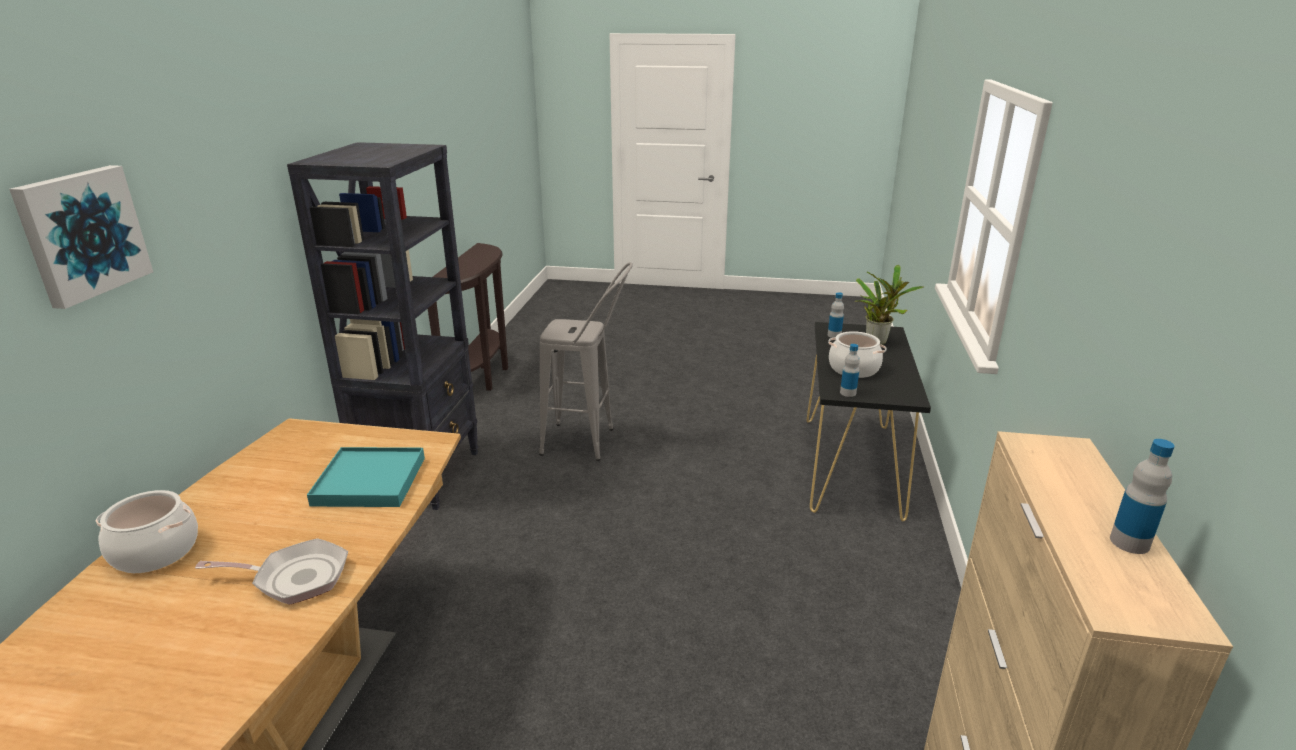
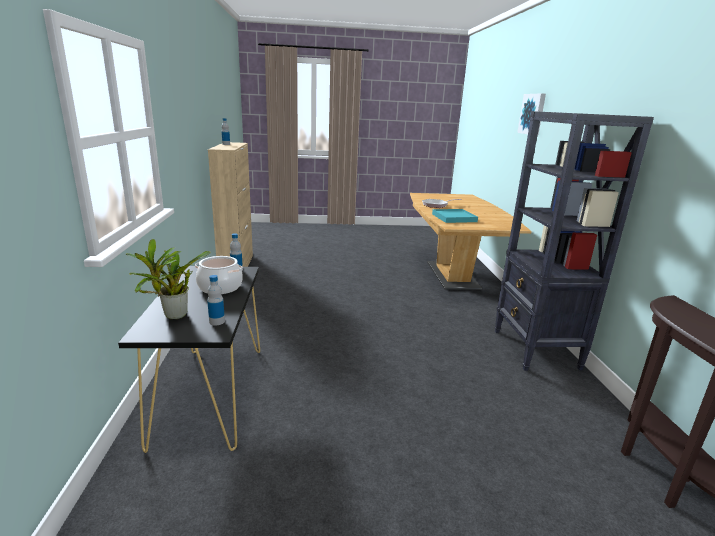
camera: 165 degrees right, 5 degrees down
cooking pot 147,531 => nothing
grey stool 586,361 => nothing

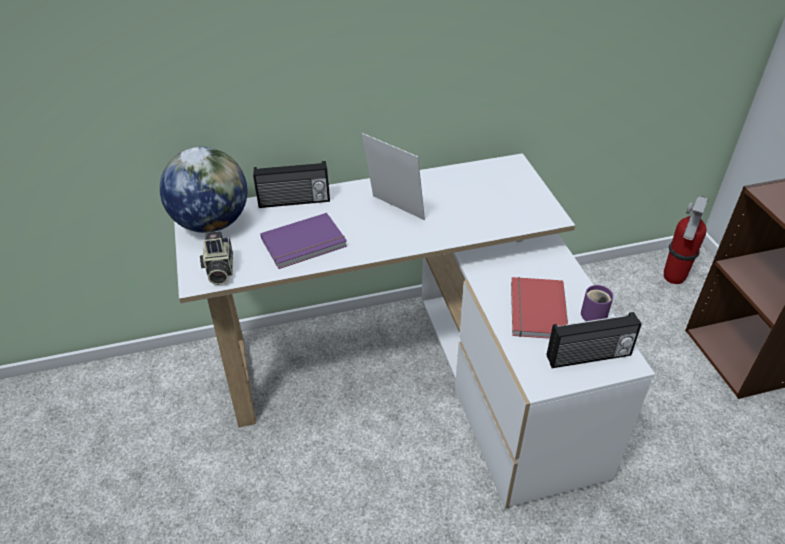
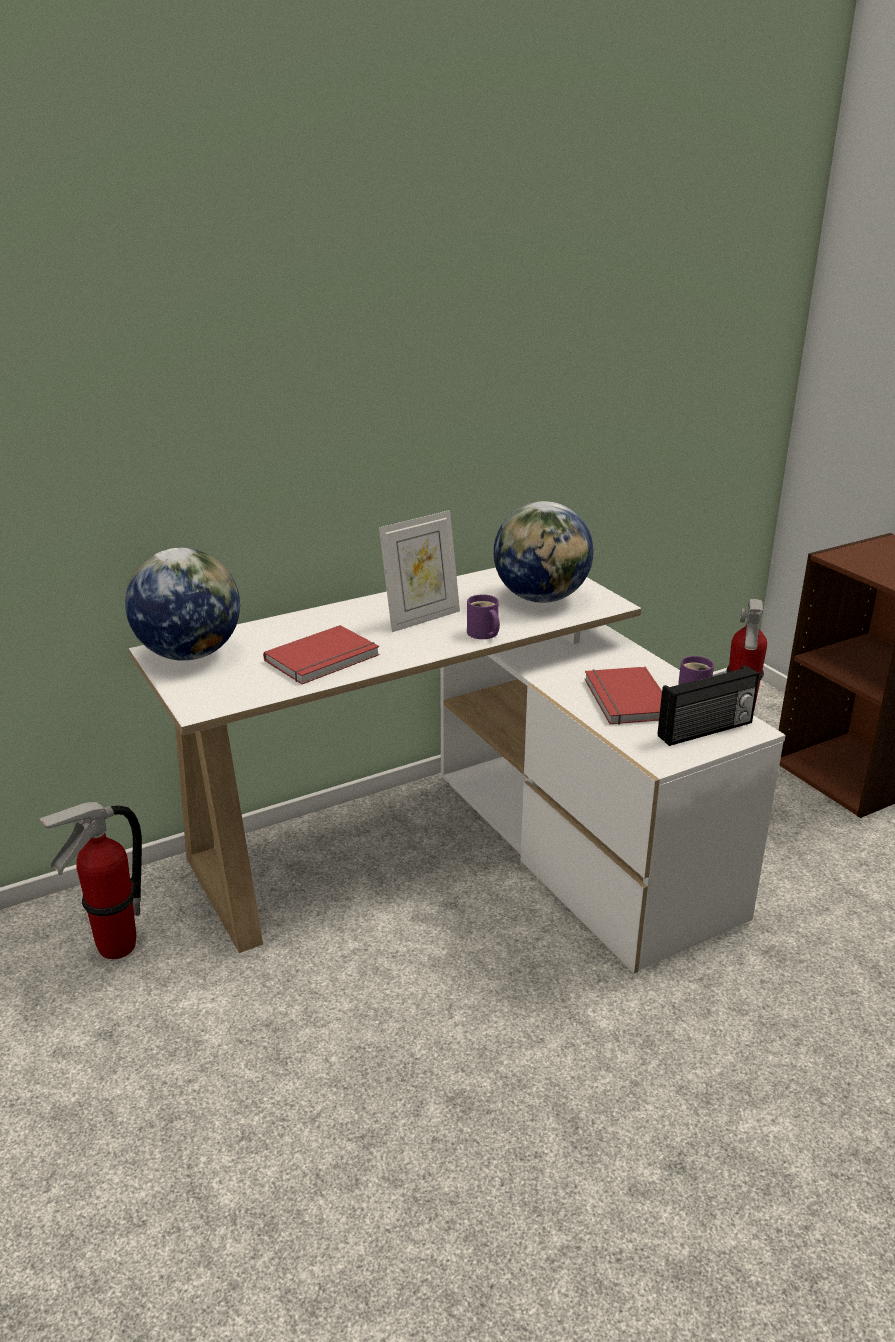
camera: 15 degrees left, 15 degrees down
photo camera 216,258 => nothing
radio 291,184 => nothing
nothing => fire extinguisher 89,880
nothing => purple mug 483,617
nothing => globe 544,552
purple book 303,241 => red book 321,654
picture frame 393,176 => picture frame 419,571, 120 degrees clockwise

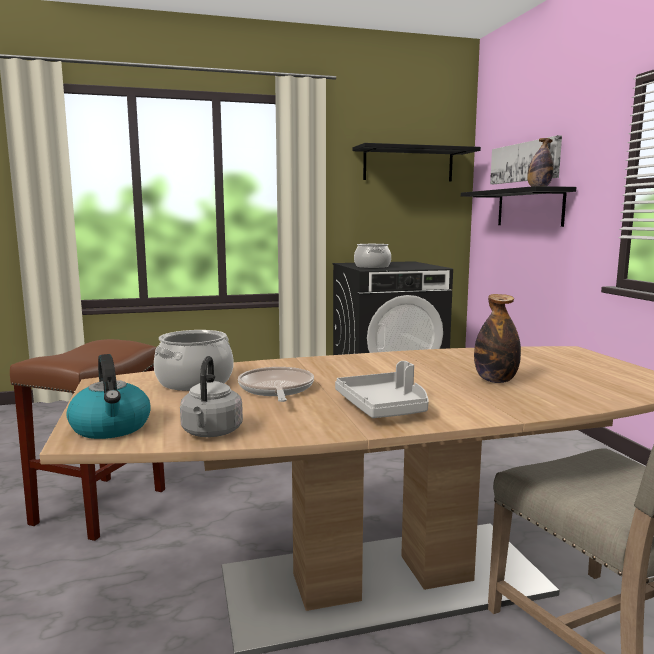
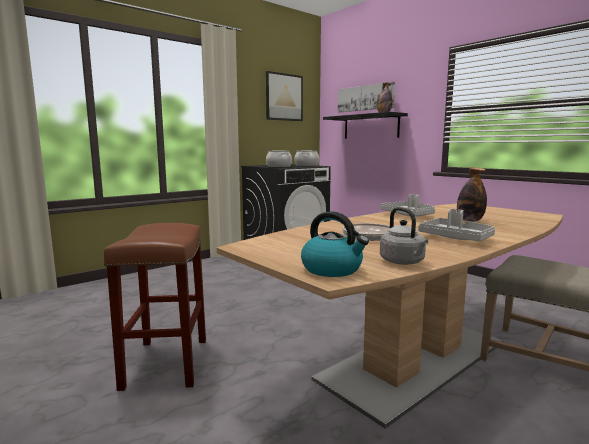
camera: 25 degrees left, 0 degrees up
nothing => grey tray 408,205
cooking pot 194,360 => cooking pot 306,158, moved
black shelf 416,162 => picture 284,96

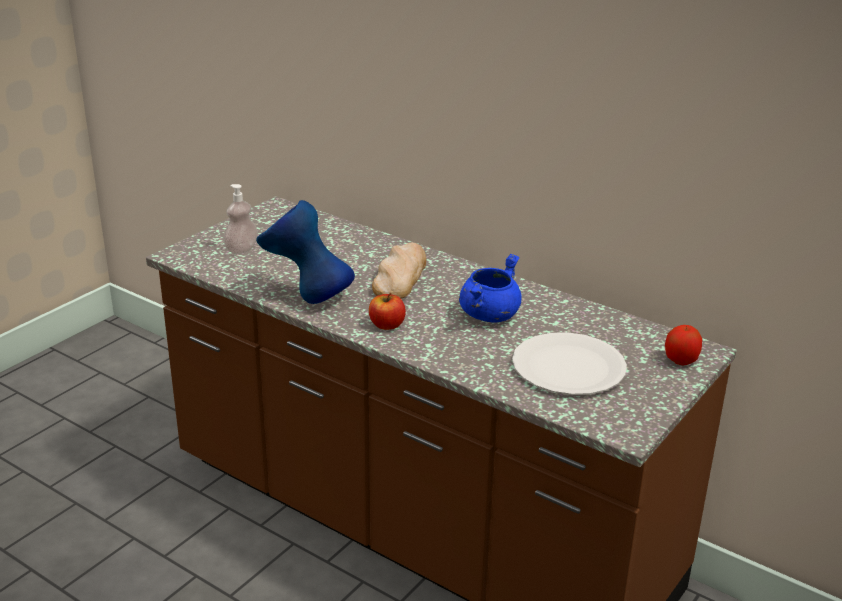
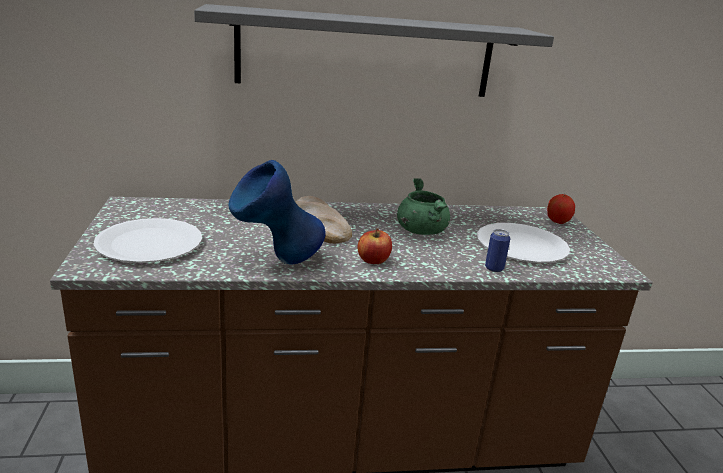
camera: 45 degrees left, 5 degrees down
nothing => grey shelf 374,50
nothing => can 497,250
soap dispenser 241,219 => white plate 147,240
blue cooking pot 490,288 => green cooking pot 423,206

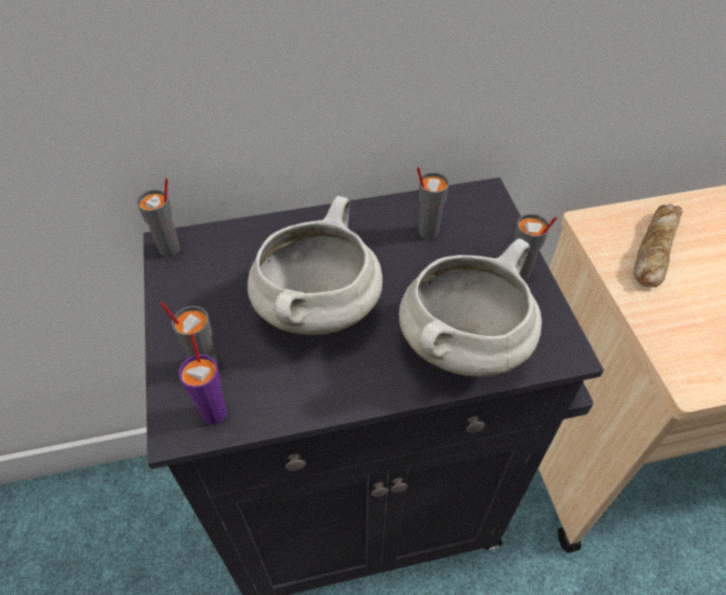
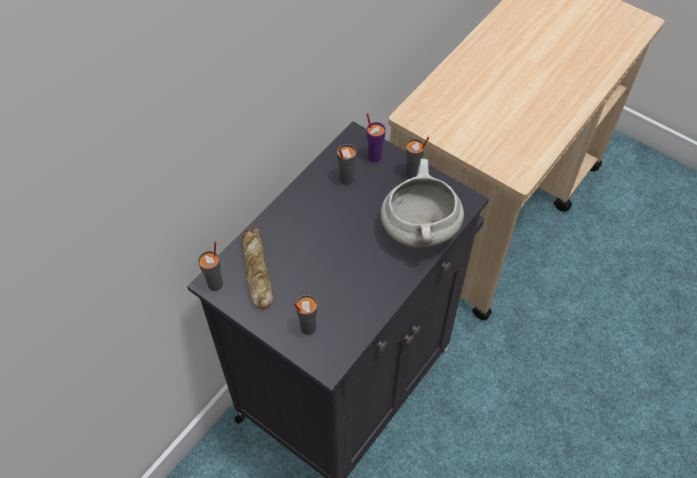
camera: 40 degrees left, 5 degrees up
white cooking pot 315,265 => nothing
purple cup 203,379 => purple cup 376,138, moved
bread 658,245 => bread 258,268, moved

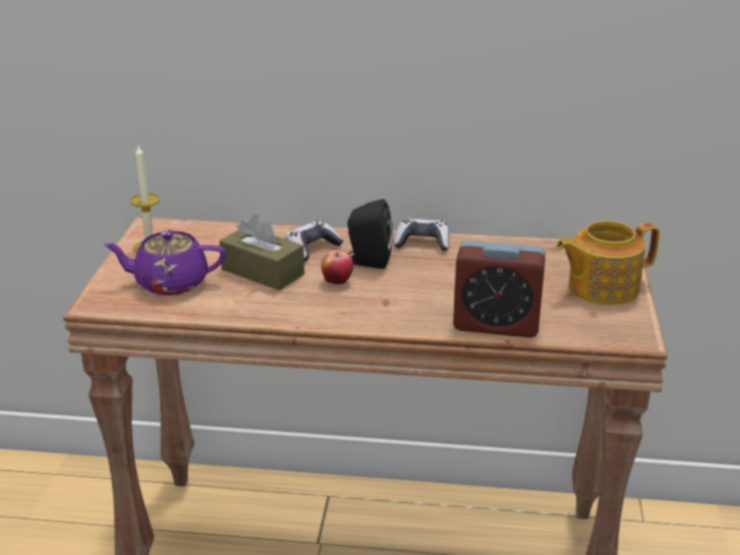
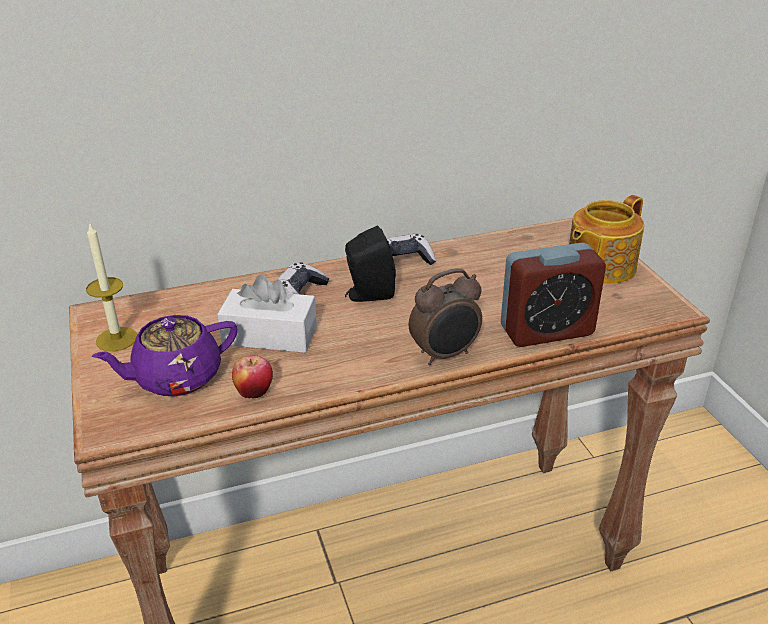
camera: 25 degrees left, 5 degrees up
nothing => alarm clock 445,317
apple 337,267 => apple 252,376, moved
brown tissue box 262,252 => white tissue box 267,313

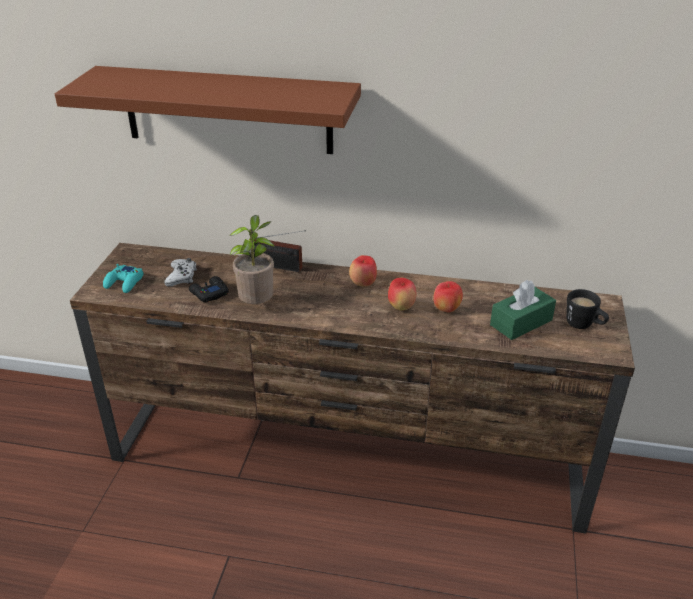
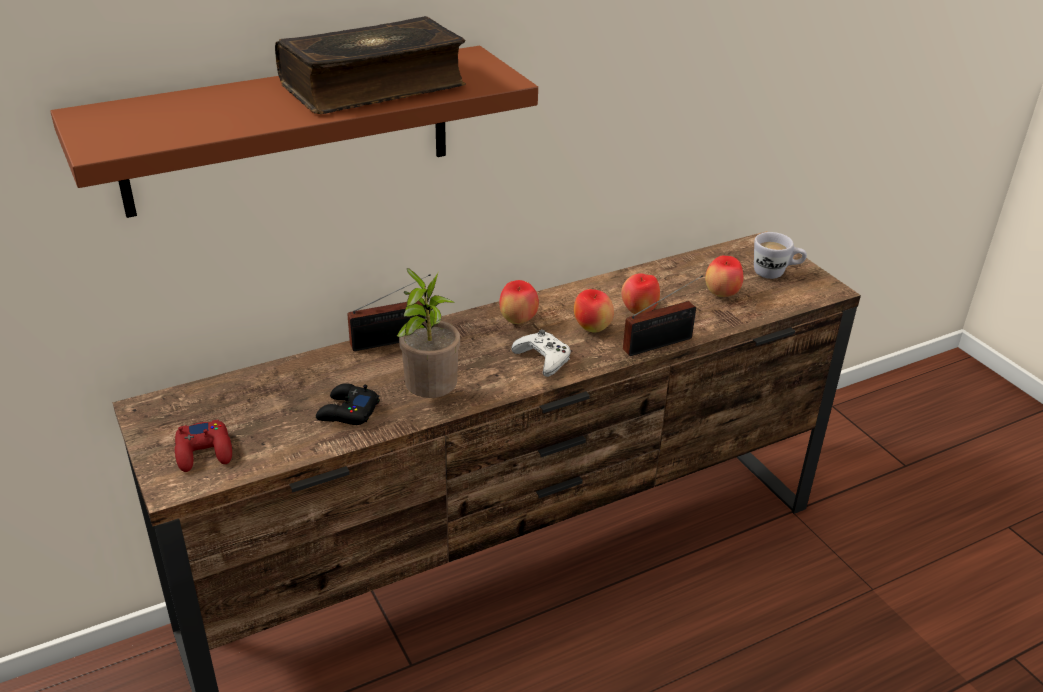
camera: 40 degrees left, 0 degrees up
nothing => book 370,65
nothing => radio 663,315
white game controller 180,272 => white game controller 541,353, moved
green tissue box 523,310 => apple 724,276
turquoise game controller 123,278 => red game controller 203,446
black mug 587,309 => white mug 780,255

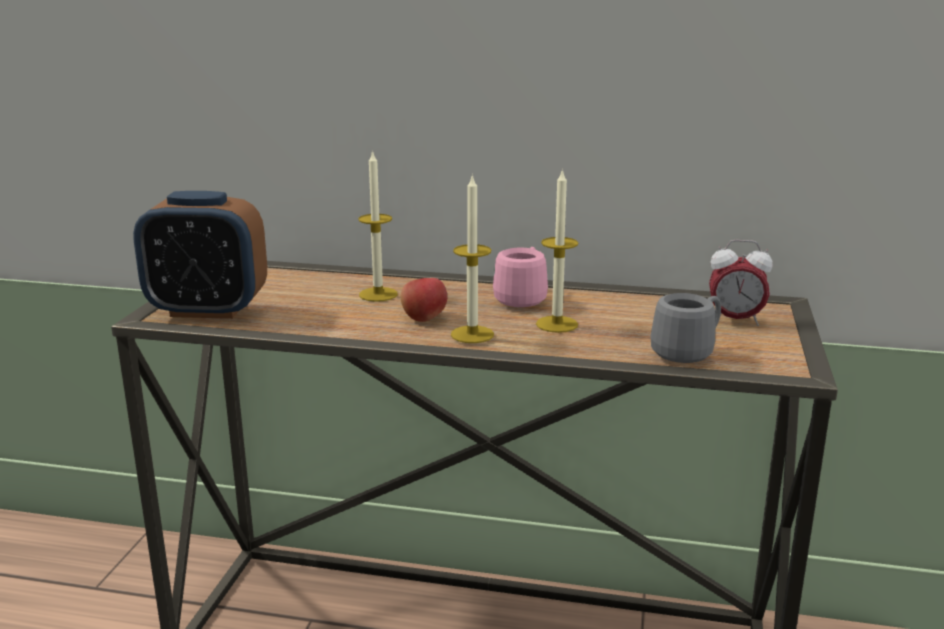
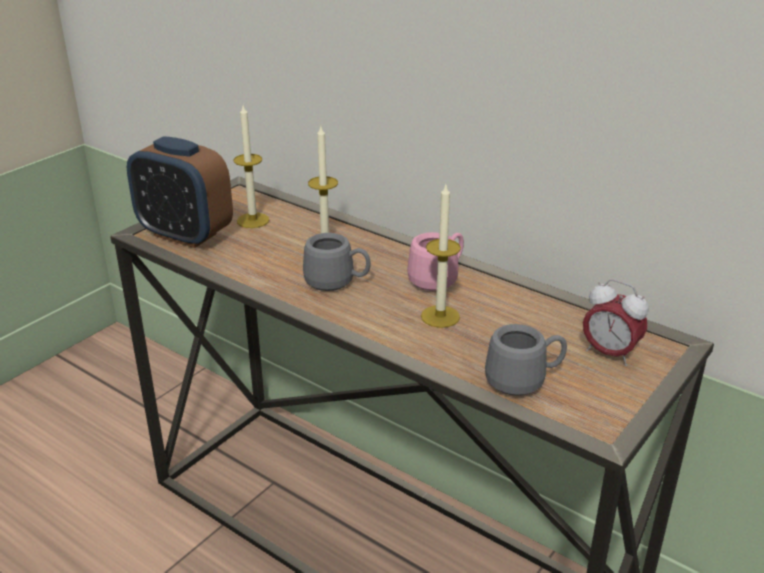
camera: 25 degrees right, 10 degrees up
candle 472,258 => candle 251,166, moved
apple 424,300 => grey mug 337,262

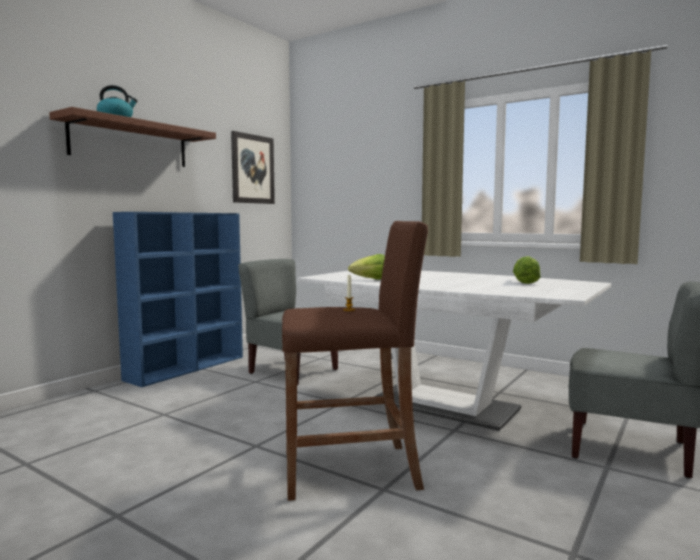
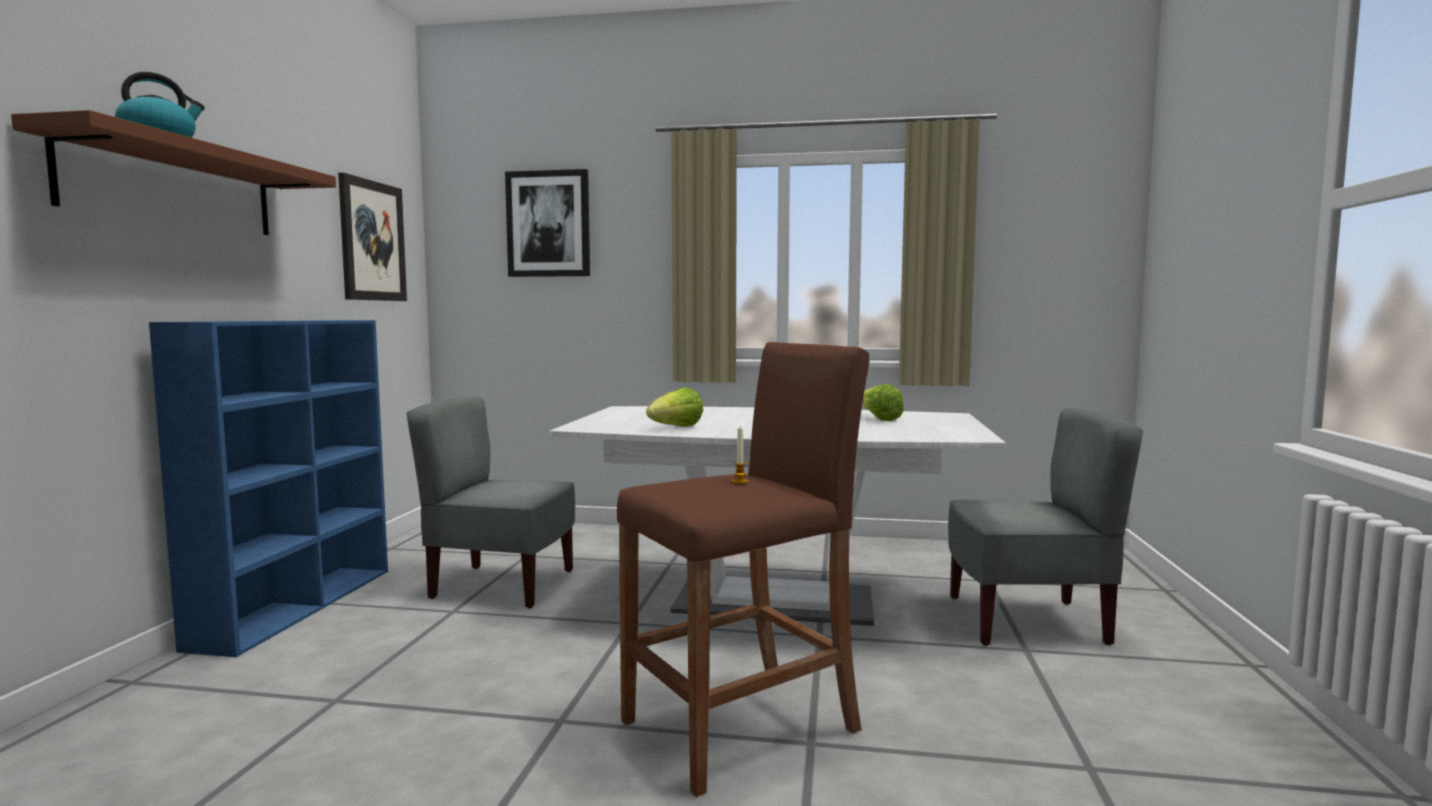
camera: 25 degrees left, 0 degrees up
nothing => picture 547,223

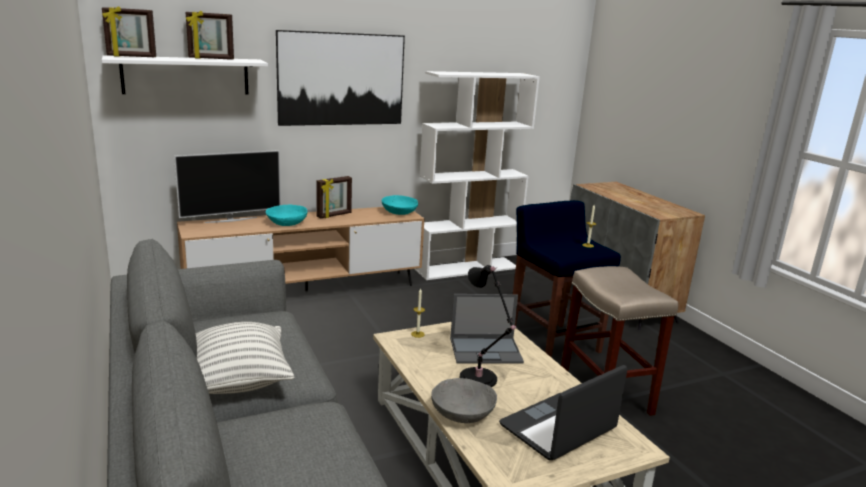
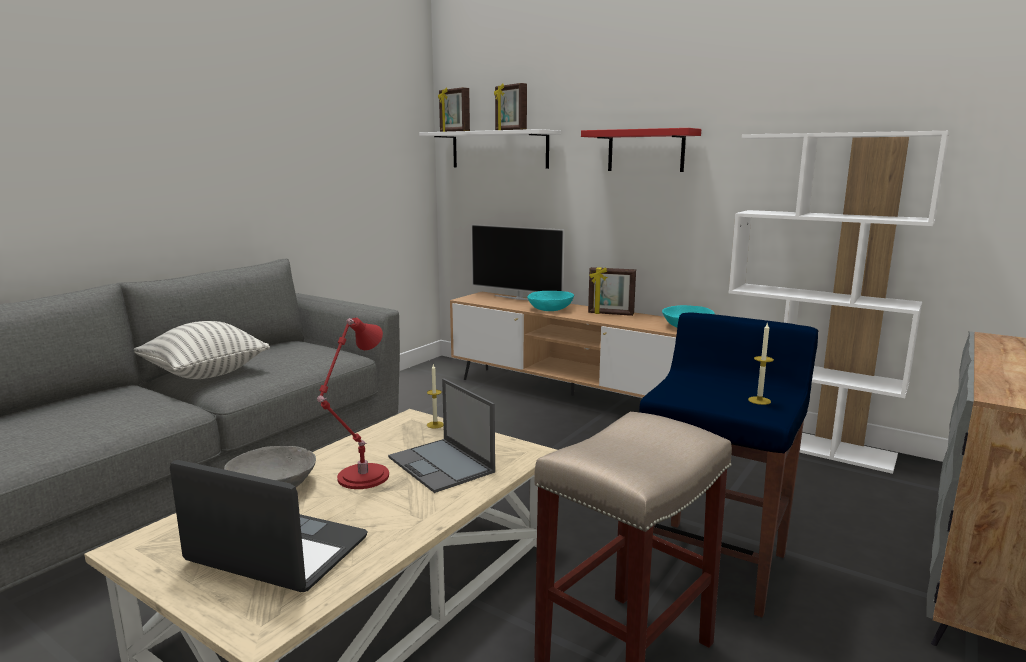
camera: 60 degrees right, 5 degrees down
picture 340,78 => red shelf 641,150
black table lamp 489,326 => red table lamp 353,403

